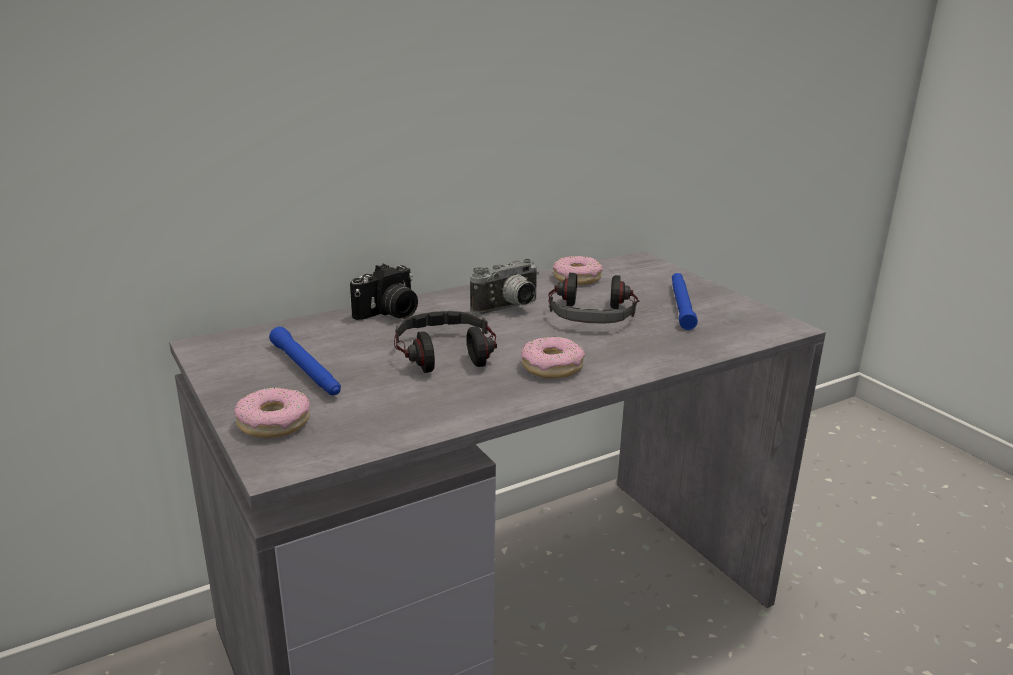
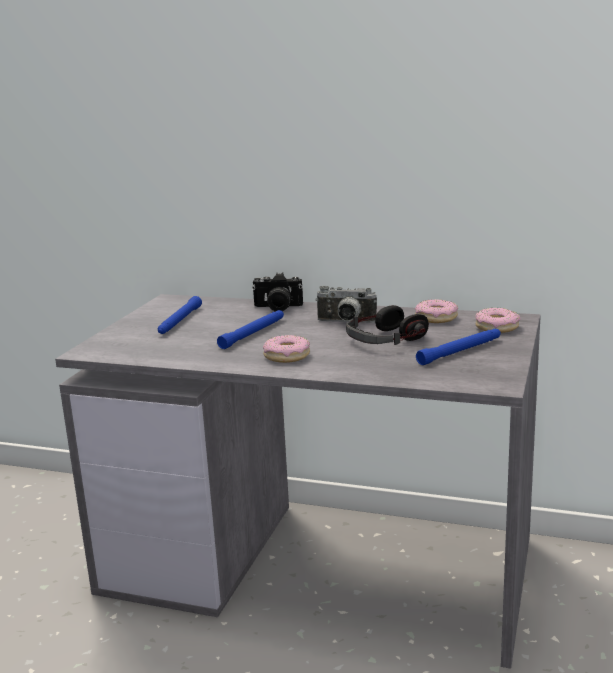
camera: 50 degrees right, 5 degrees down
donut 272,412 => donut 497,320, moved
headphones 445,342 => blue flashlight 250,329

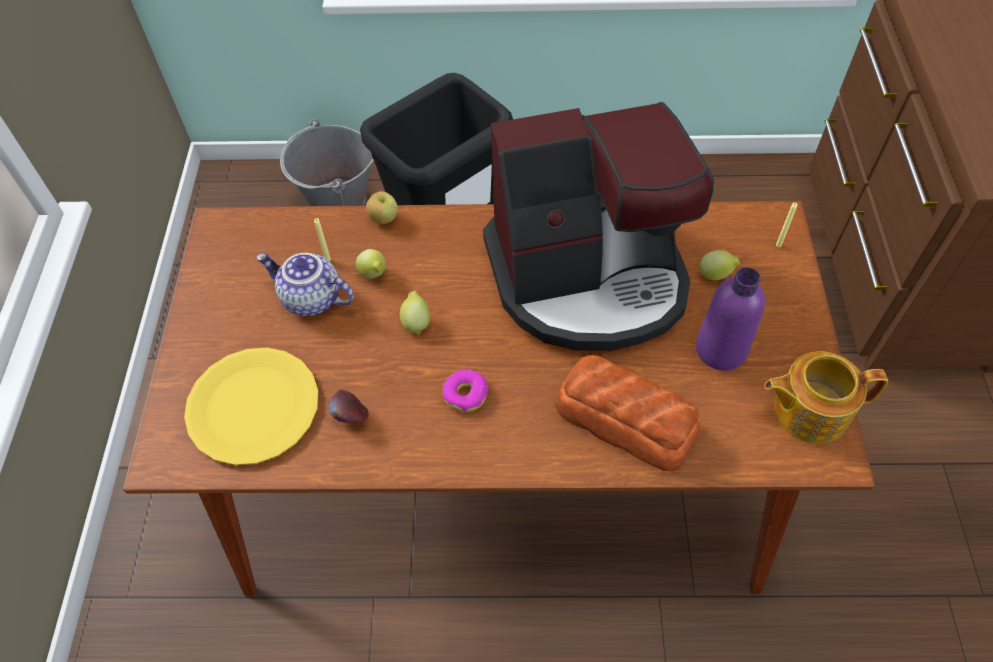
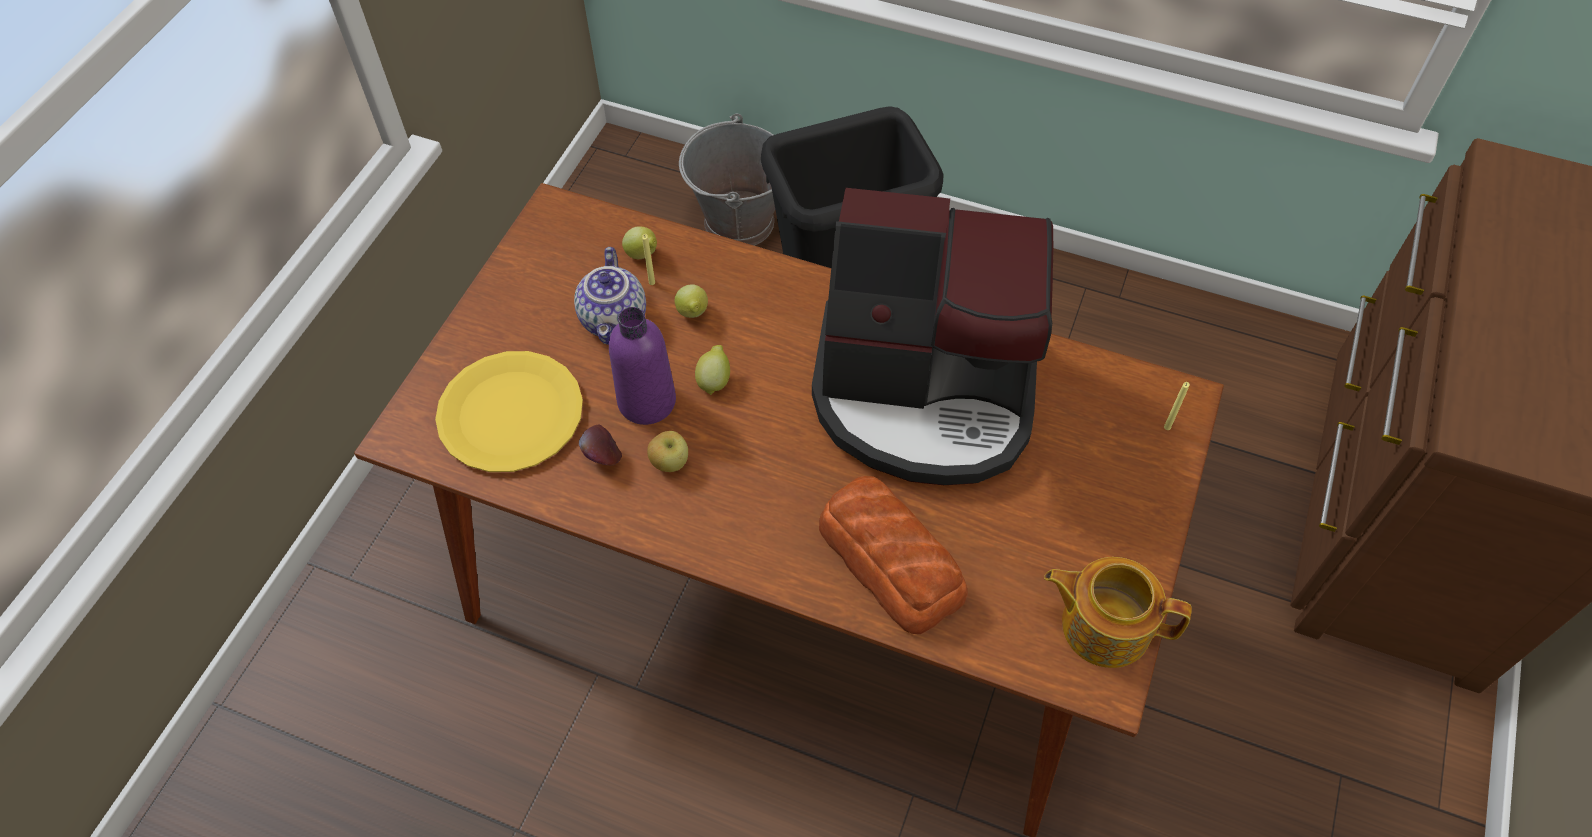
camera: 20 degrees right, 0 degrees up
donut 465,390 => nothing
apple 382,207 => apple 667,451, moved
purple bottle 730,319 => purple bottle 642,366, moved
lemon 719,265 => lemon 639,242, moved
teapot 305,284 => teapot 610,296, 135 degrees counterclockwise

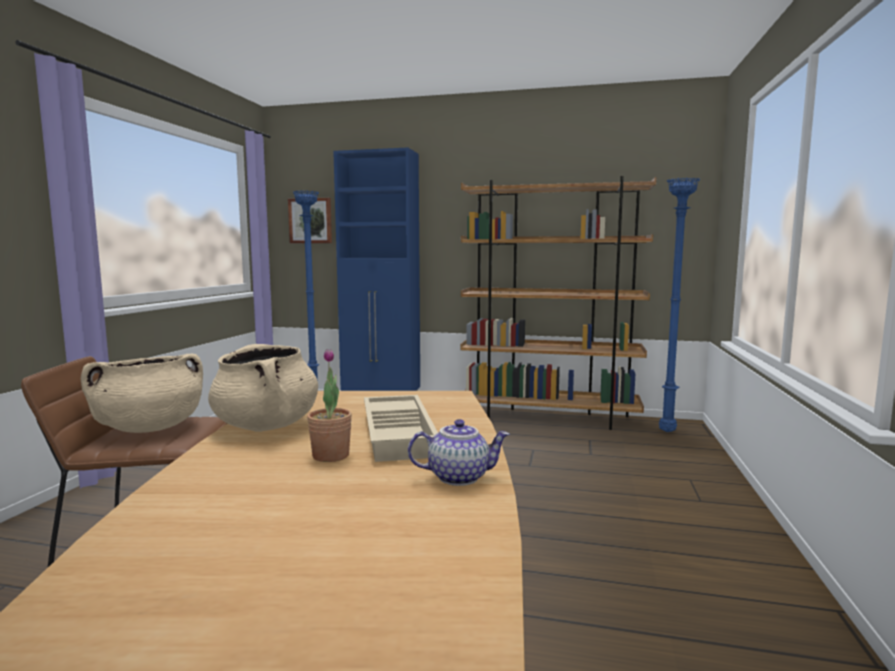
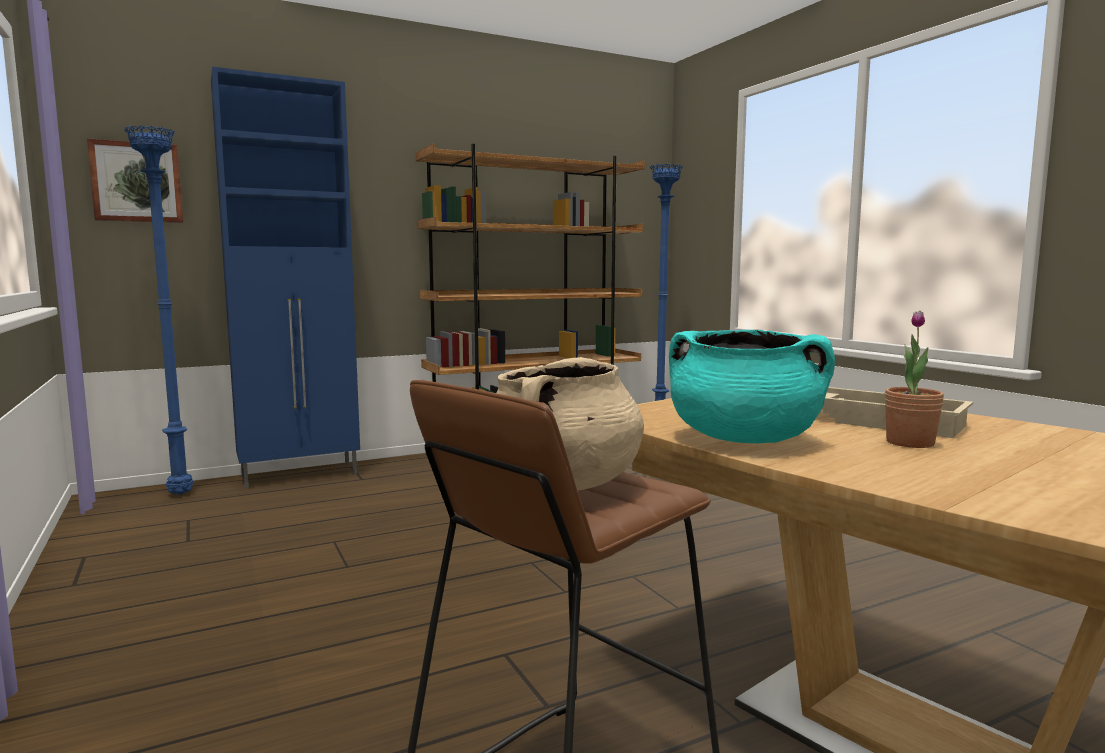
camera: 40 degrees left, 0 degrees up
teapot 459,452 => nothing
beige cooking pot 263,388 => turquoise cooking pot 752,386

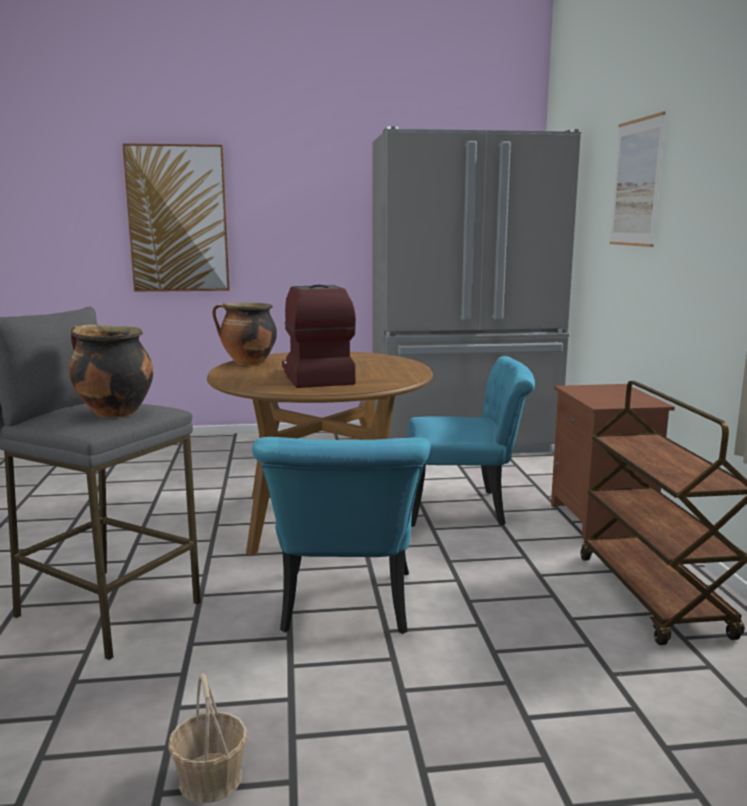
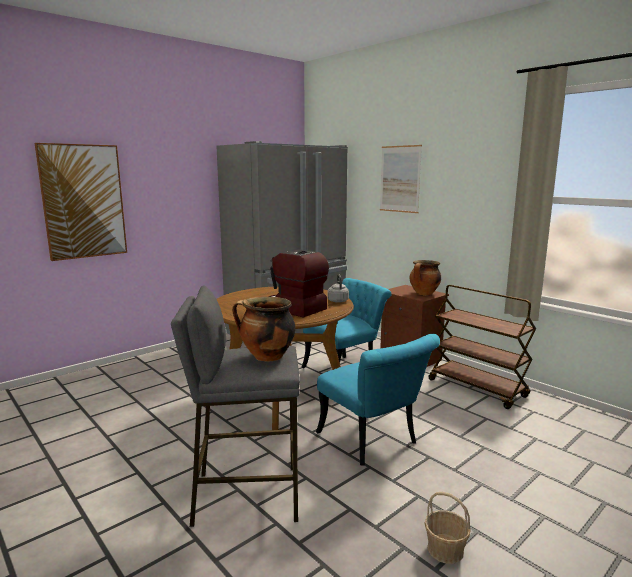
camera: 35 degrees left, 0 degrees up
nothing => grey kettle 338,289
cooking pot 244,334 => cooking pot 425,278, moved

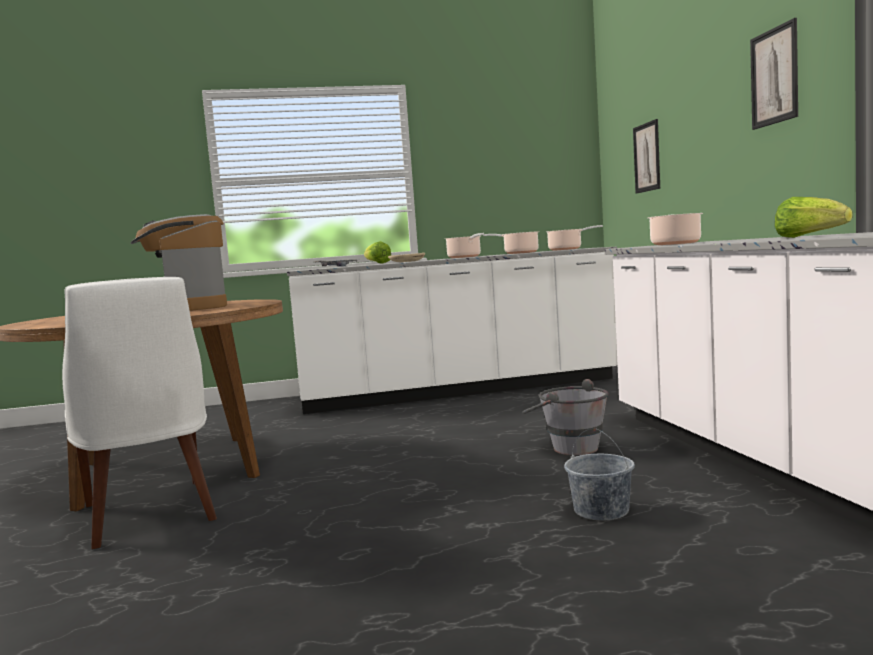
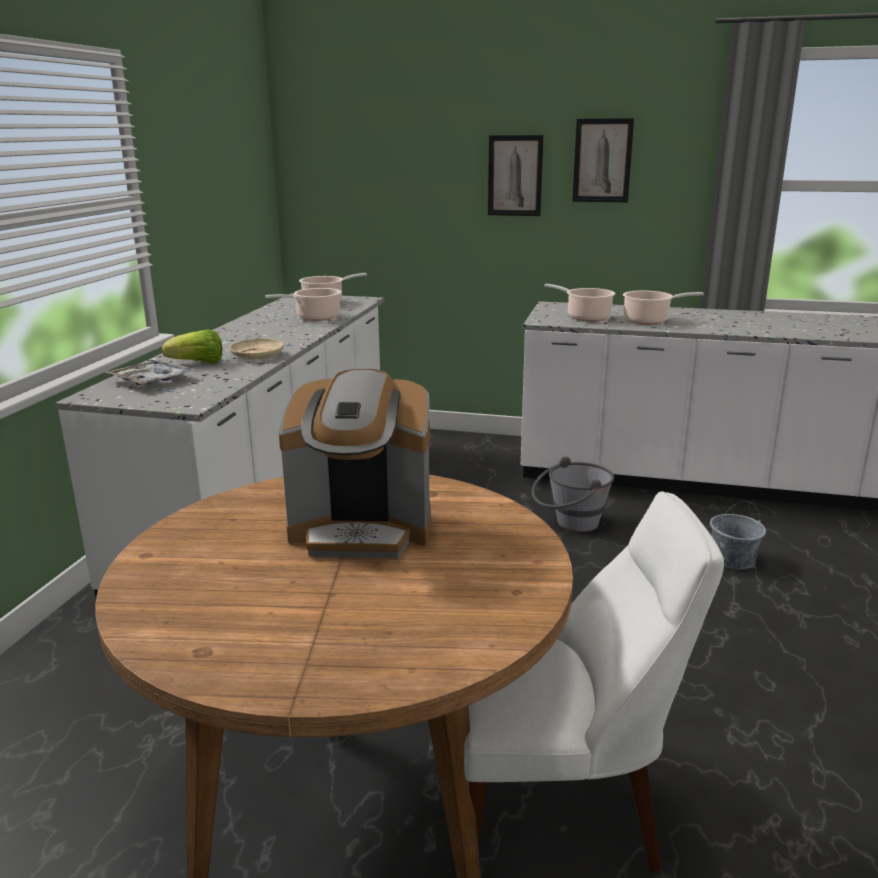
camera: 65 degrees left, 15 degrees up
lettuce 813,217 => nothing
cooking pot 464,245 => cooking pot 663,307, moved
picture 646,156 => picture 516,175, moved

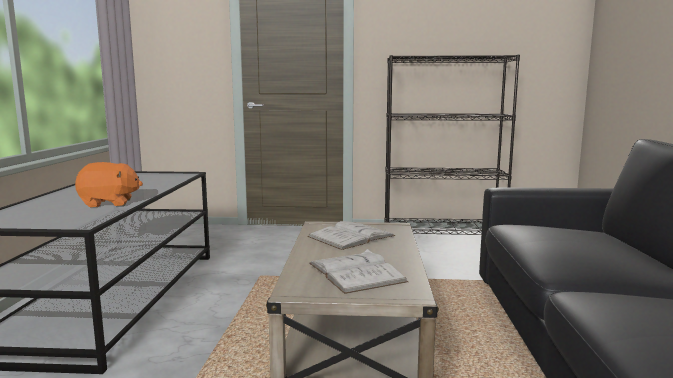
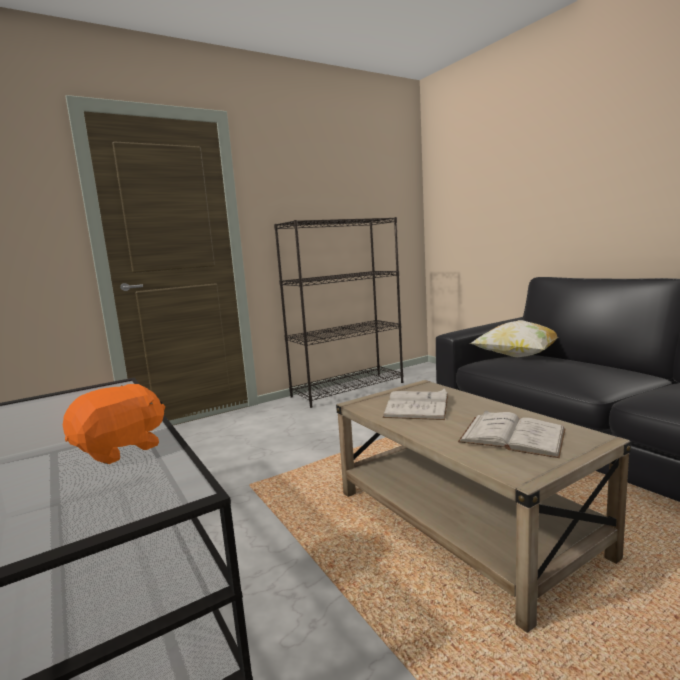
camera: 35 degrees left, 0 degrees up
nothing => pillow 514,338

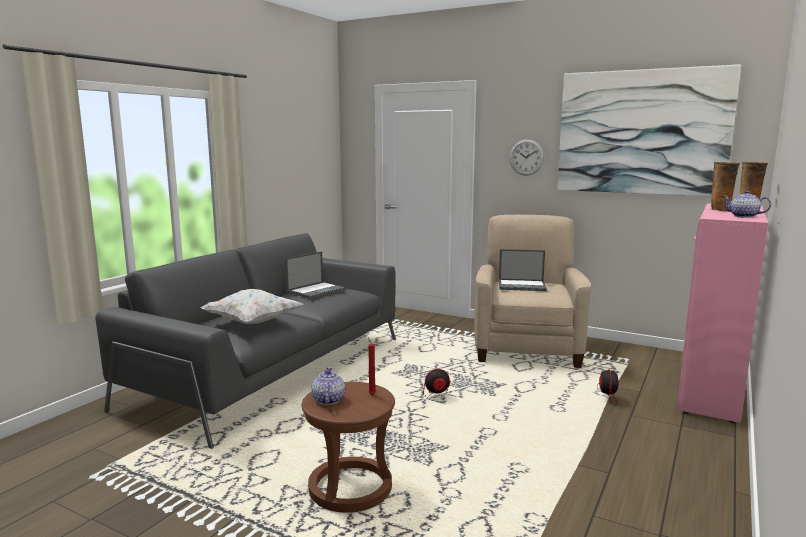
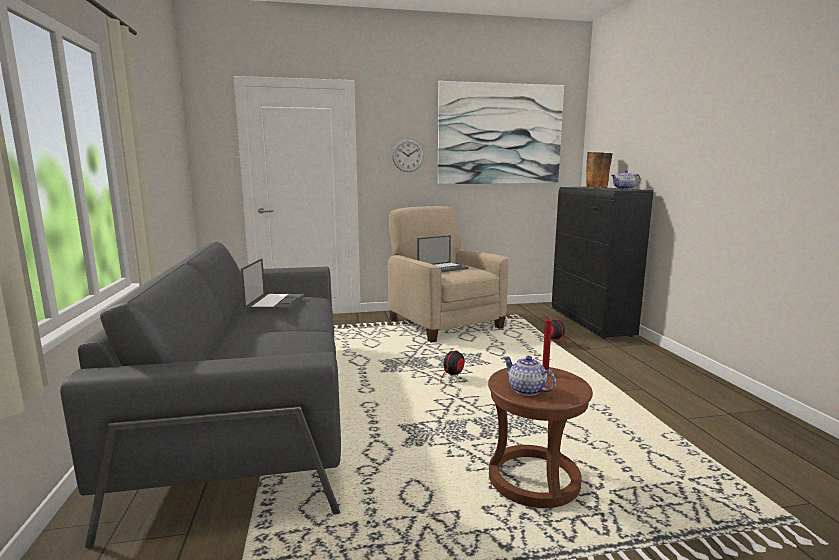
camera: 40 degrees left, 0 degrees up
white pillow 252,306 => nothing
pink cabinet 723,313 => black cabinet 603,263

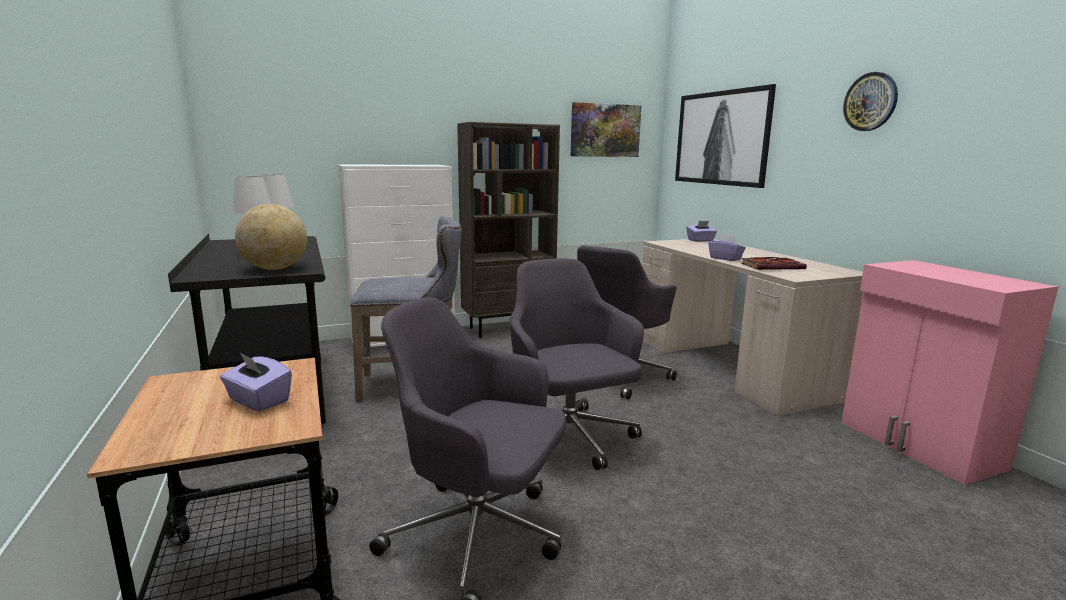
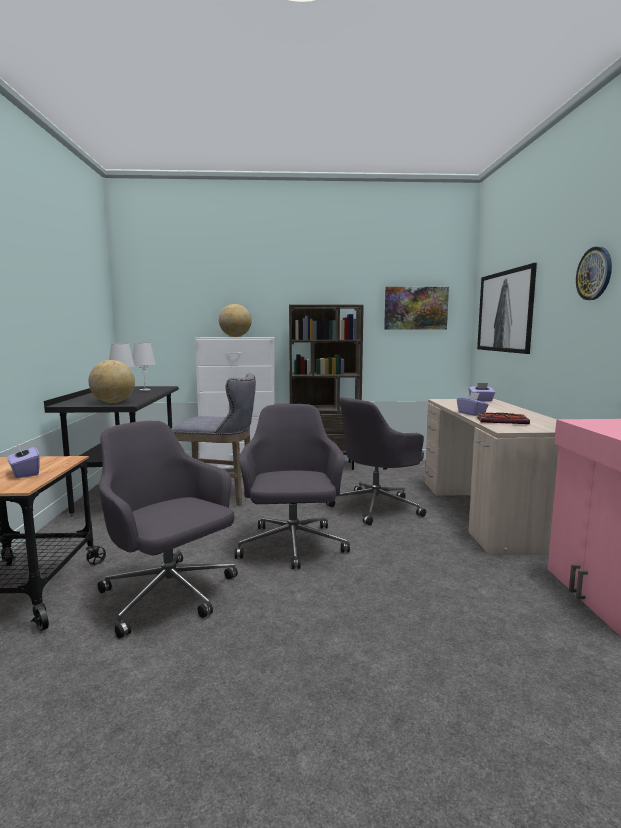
camera: 20 degrees right, 5 degrees down
nothing => globe 235,320

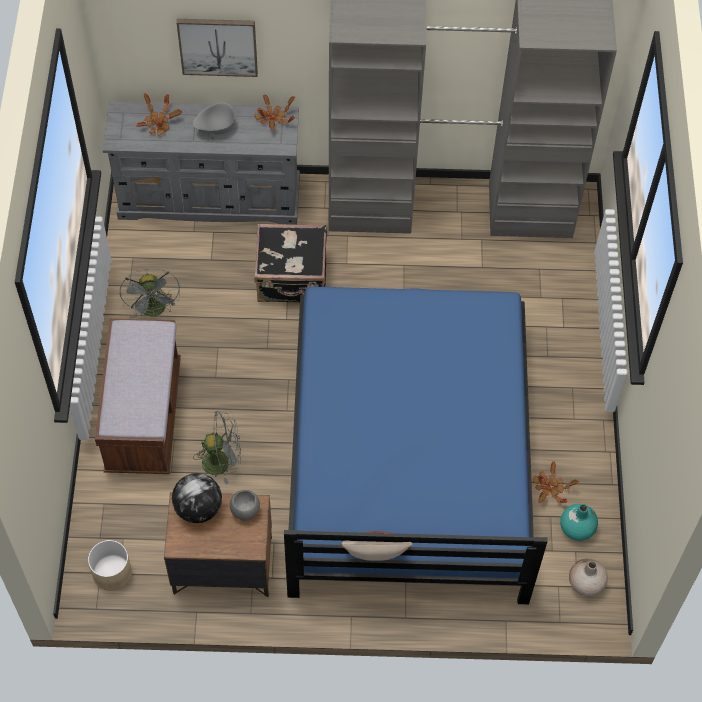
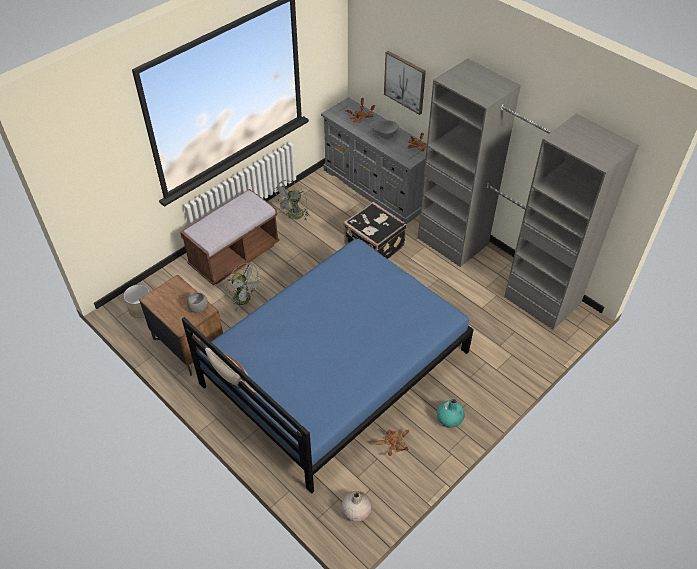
camera: 45 degrees right, 10 degrees down
globe 197,498 => nothing
turquoise vase 579,522 => turquoise vase 451,413, moved

